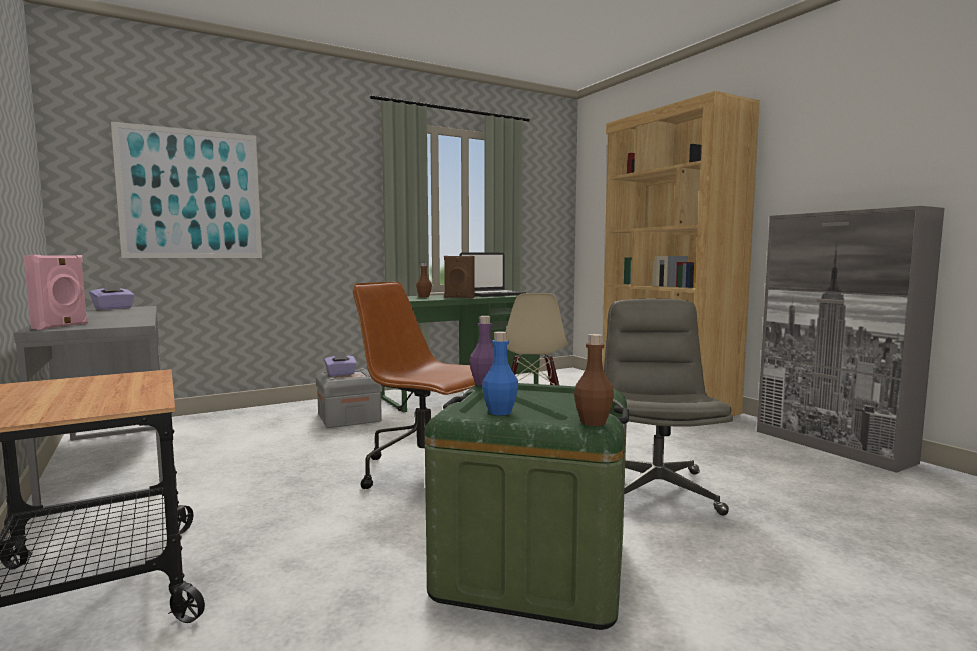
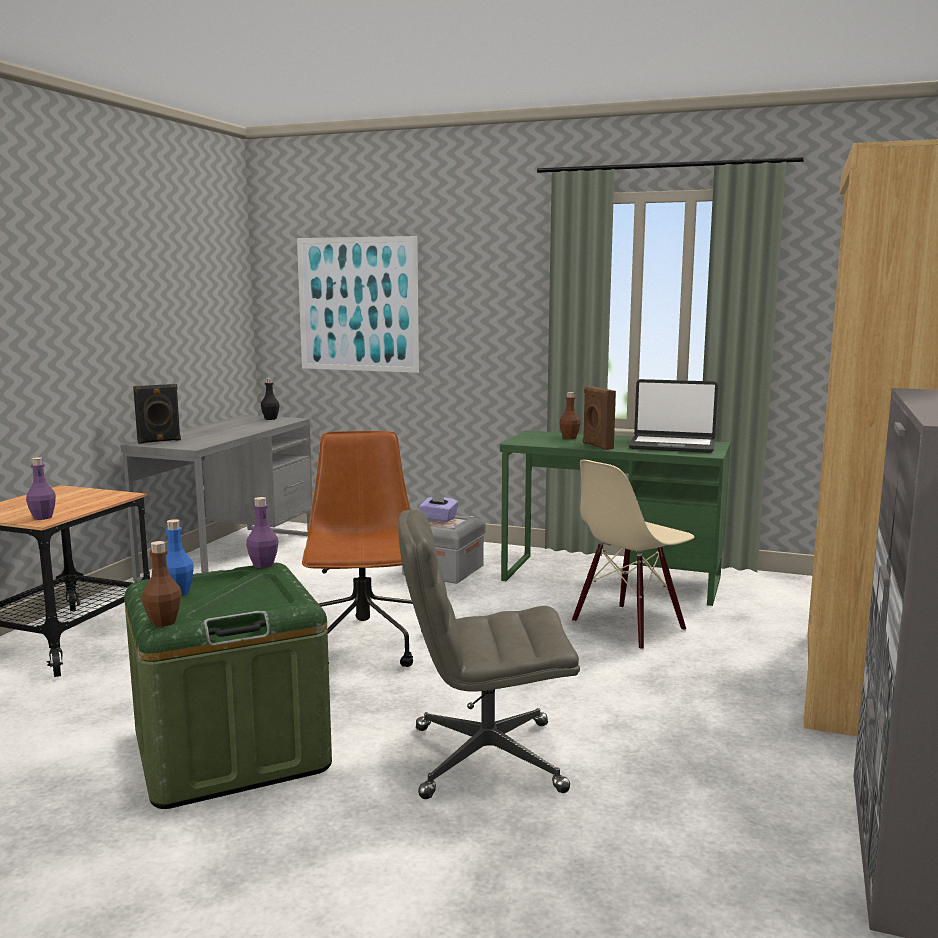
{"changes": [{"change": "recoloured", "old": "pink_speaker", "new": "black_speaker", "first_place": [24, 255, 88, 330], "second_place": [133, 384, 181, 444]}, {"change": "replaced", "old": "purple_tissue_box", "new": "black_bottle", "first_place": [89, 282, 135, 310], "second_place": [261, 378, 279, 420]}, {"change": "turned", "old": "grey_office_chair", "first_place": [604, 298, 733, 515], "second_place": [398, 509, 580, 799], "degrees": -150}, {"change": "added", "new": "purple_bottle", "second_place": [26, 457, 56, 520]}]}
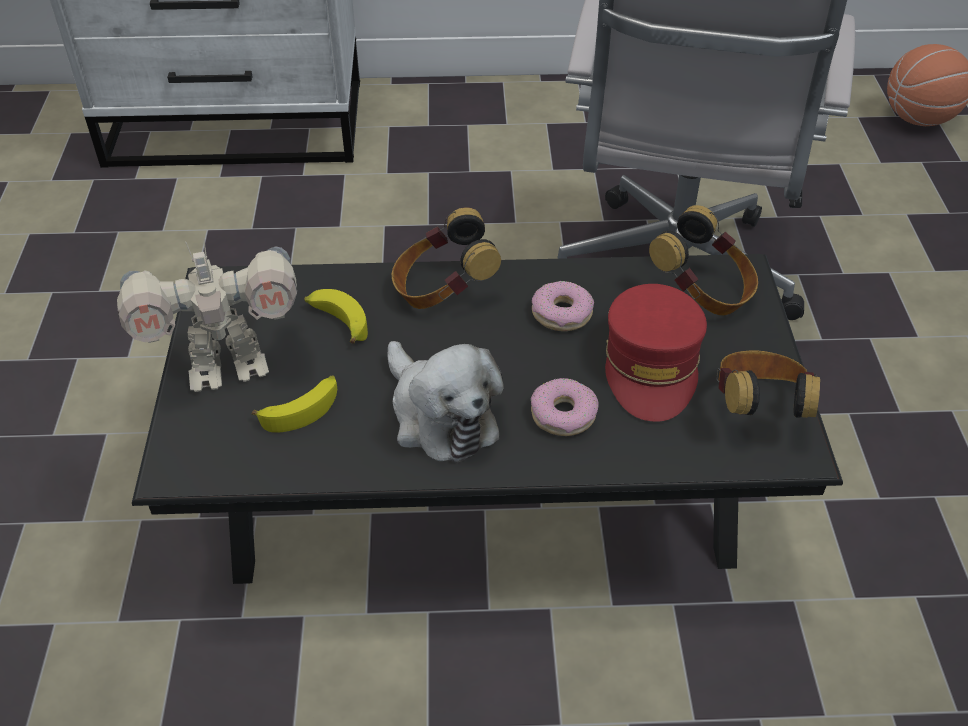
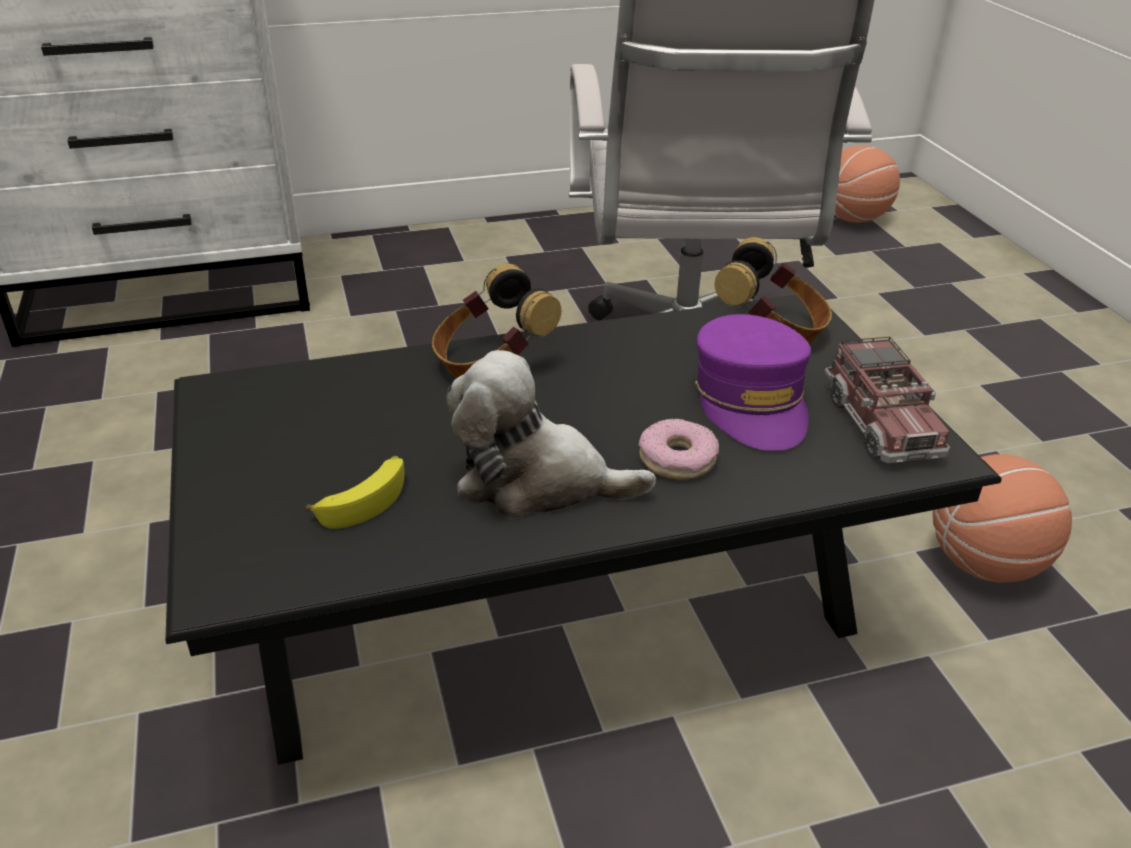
{"changes": [{"change": "removed", "old": "toy_robot", "first_place": [117, 238, 297, 392]}, {"change": "removed", "old": "donut", "first_place": [532, 281, 594, 331]}, {"change": "recoloured", "old": "red_cap", "new": "purple_cap", "first_place": [605, 284, 707, 422], "second_place": [695, 314, 811, 451]}, {"change": "removed", "old": "banana", "first_place": [304, 289, 368, 344]}, {"change": "turned", "old": "plush_toy", "first_place": [387, 341, 504, 463], "second_place": [447, 350, 656, 518], "degrees": 150}, {"change": "replaced", "old": "headphones", "new": "toy_truck", "first_place": [717, 351, 820, 418], "second_place": [824, 337, 950, 463]}, {"change": "added", "new": "basketball", "second_place": [933, 454, 1072, 582]}]}
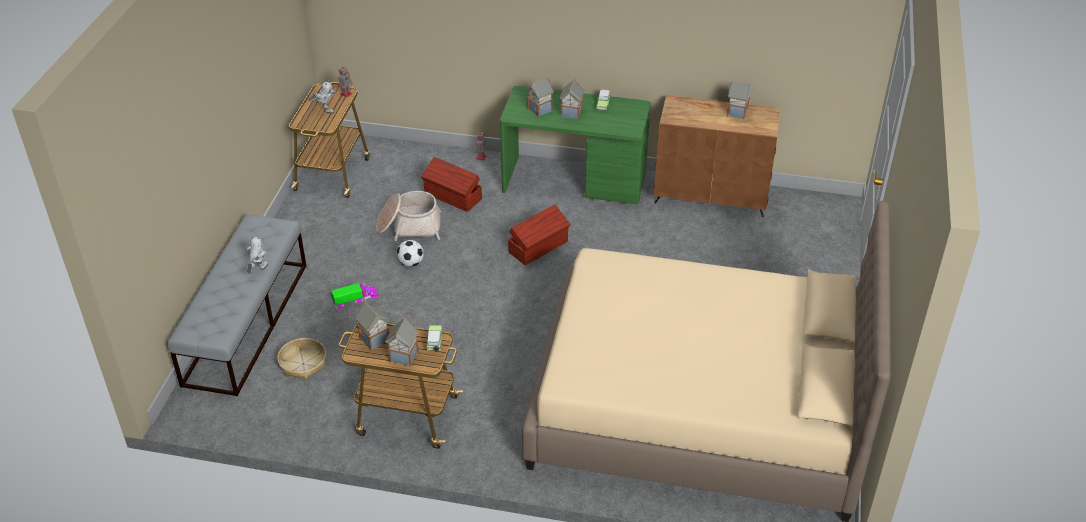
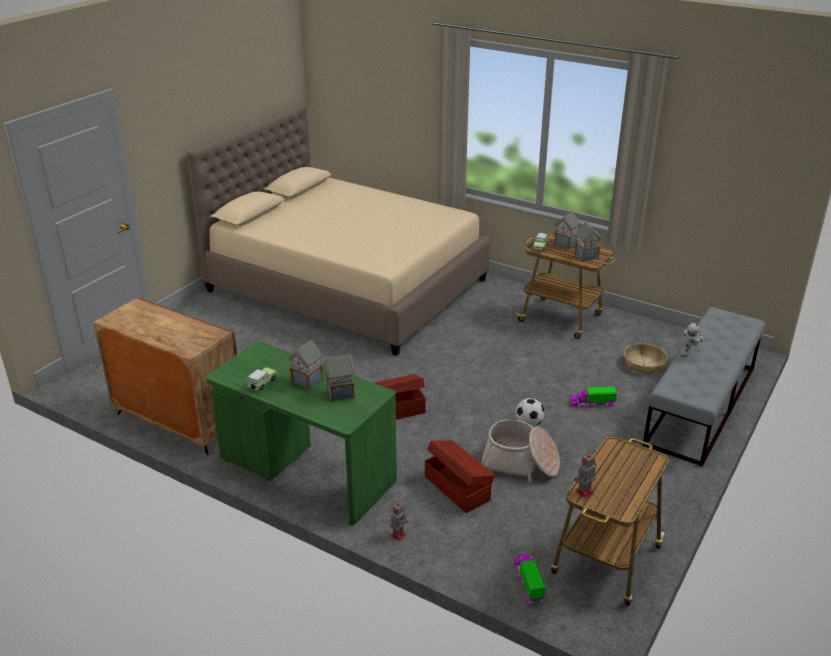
{"changes": [{"change": "removed", "old": "toy_robot", "first_place": [309, 80, 336, 114]}, {"change": "removed", "old": "toy_house", "first_place": [726, 80, 753, 120]}, {"change": "added", "new": "toy_truck", "second_place": [514, 554, 546, 604]}]}
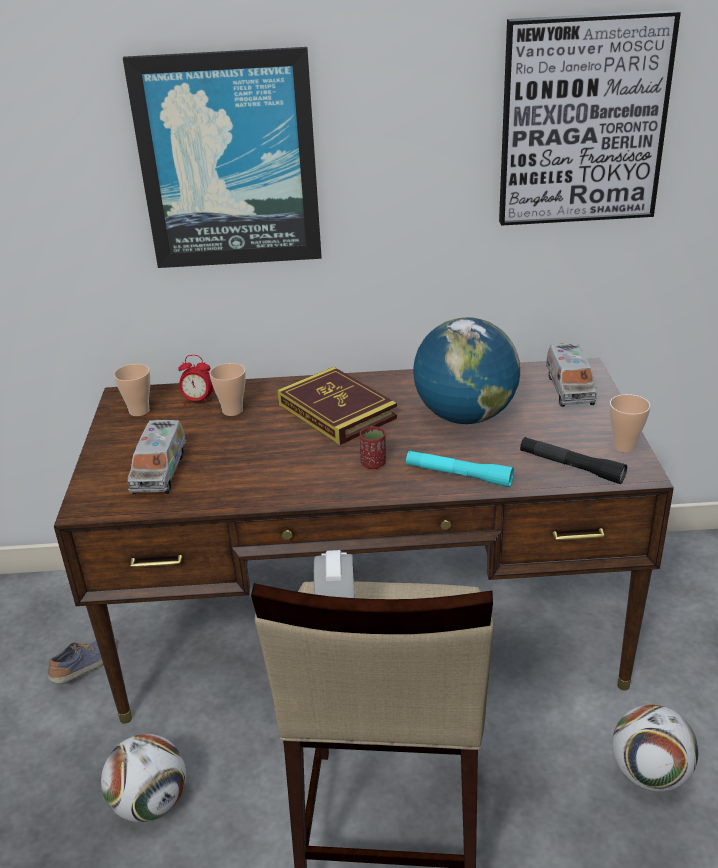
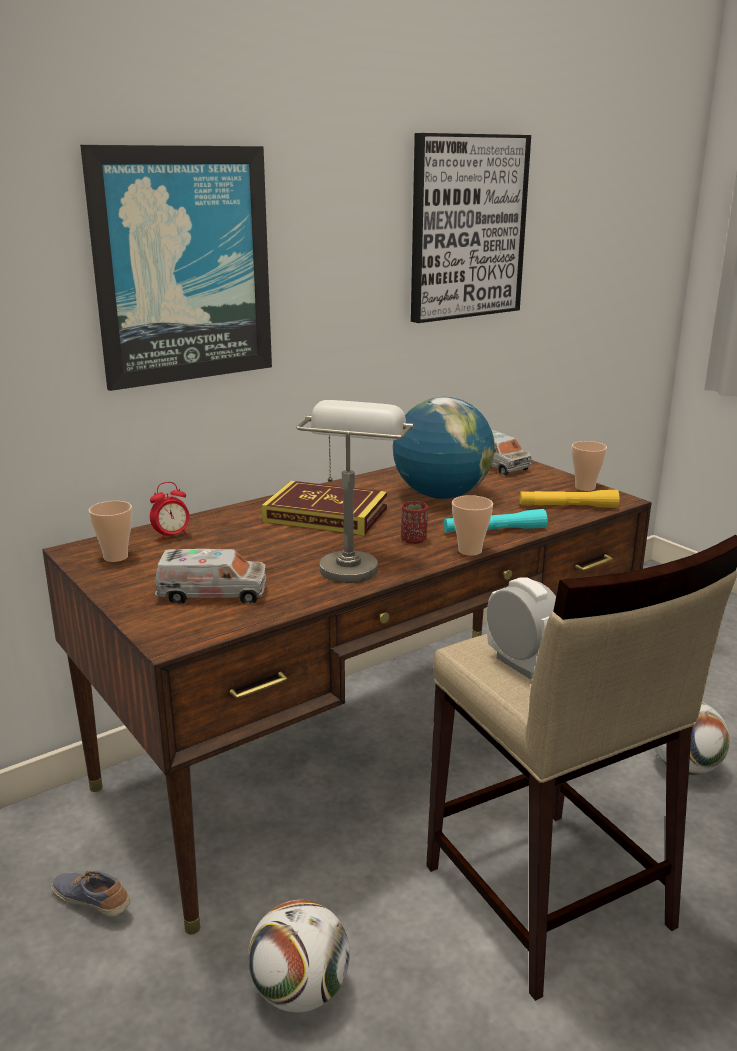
{"changes": [{"change": "moved", "old": "cup", "first_place": [210, 363, 246, 416], "second_place": [452, 495, 493, 556]}, {"change": "turned", "old": "toy_truck", "first_place": [128, 420, 186, 494], "second_place": [155, 549, 266, 604], "degrees": -60}, {"change": "recoloured", "old": "black_flashlight", "new": "yellow_flashlight", "first_place": [520, 437, 627, 484], "second_place": [520, 490, 619, 508]}, {"change": "turned", "old": "shoe", "first_place": [48, 641, 117, 683], "second_place": [51, 870, 131, 917], "degrees": -60}, {"change": "added", "new": "grey_table_lamp", "second_place": [297, 400, 414, 583]}]}
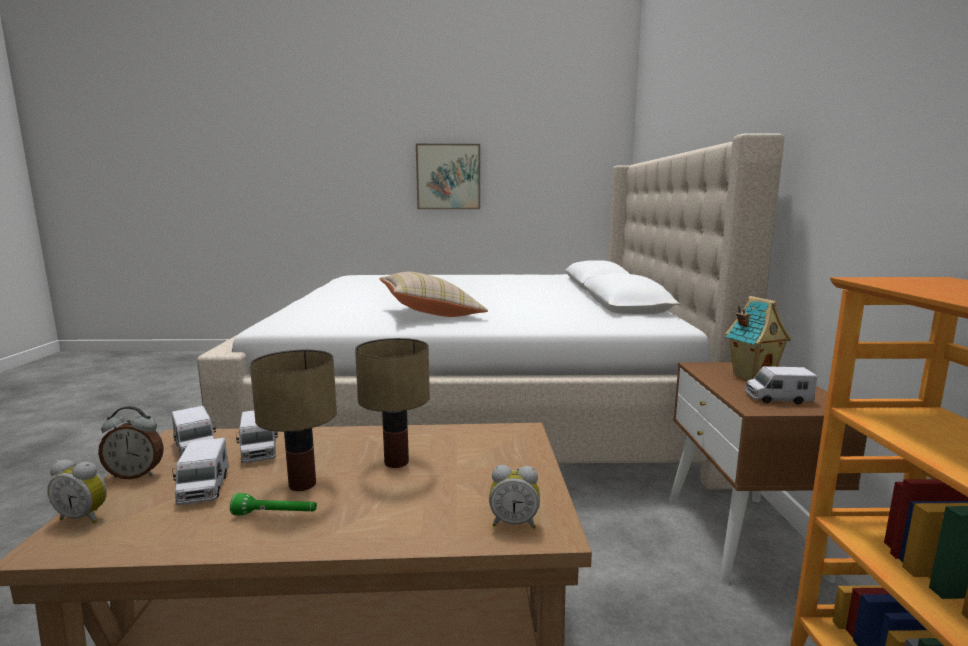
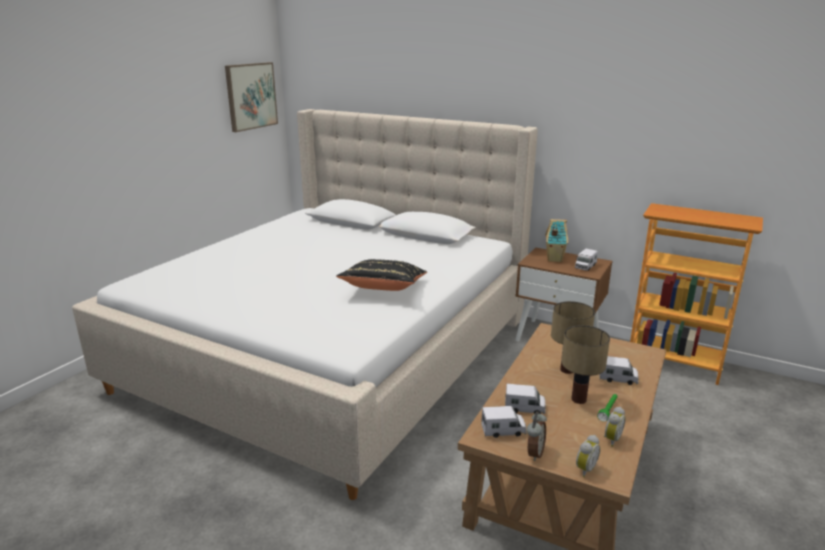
{"changes": [{"change": "moved", "old": "picture", "first_place": [416, 144, 480, 209], "second_place": [225, 62, 278, 132]}, {"change": "recoloured", "old": "beige_pillow", "new": "black_pillow", "first_place": [379, 272, 488, 317], "second_place": [336, 259, 427, 291]}, {"change": "moved", "old": "toy_truck", "first_place": [172, 438, 229, 505], "second_place": [599, 356, 639, 385]}, {"change": "moved", "old": "alarm_clock", "first_place": [489, 465, 540, 529], "second_place": [604, 407, 625, 447]}]}
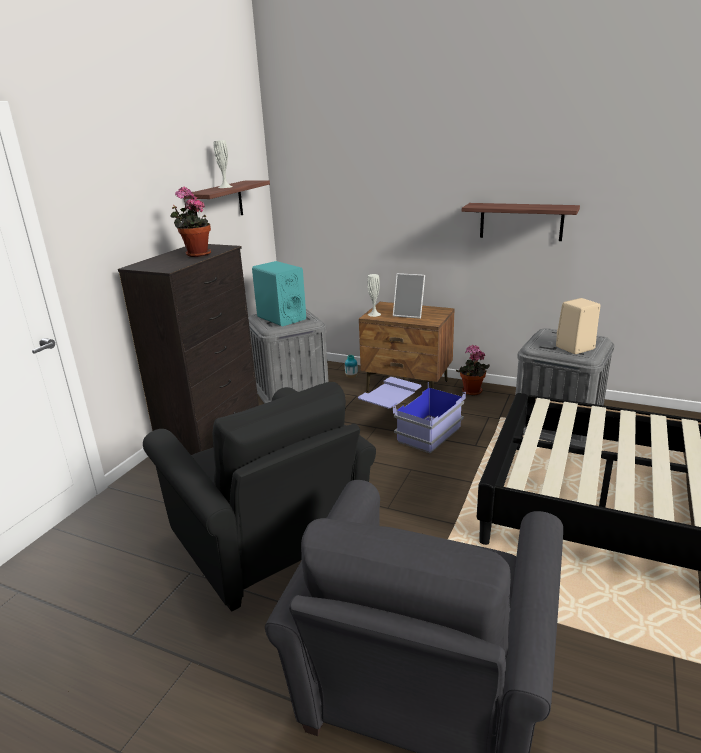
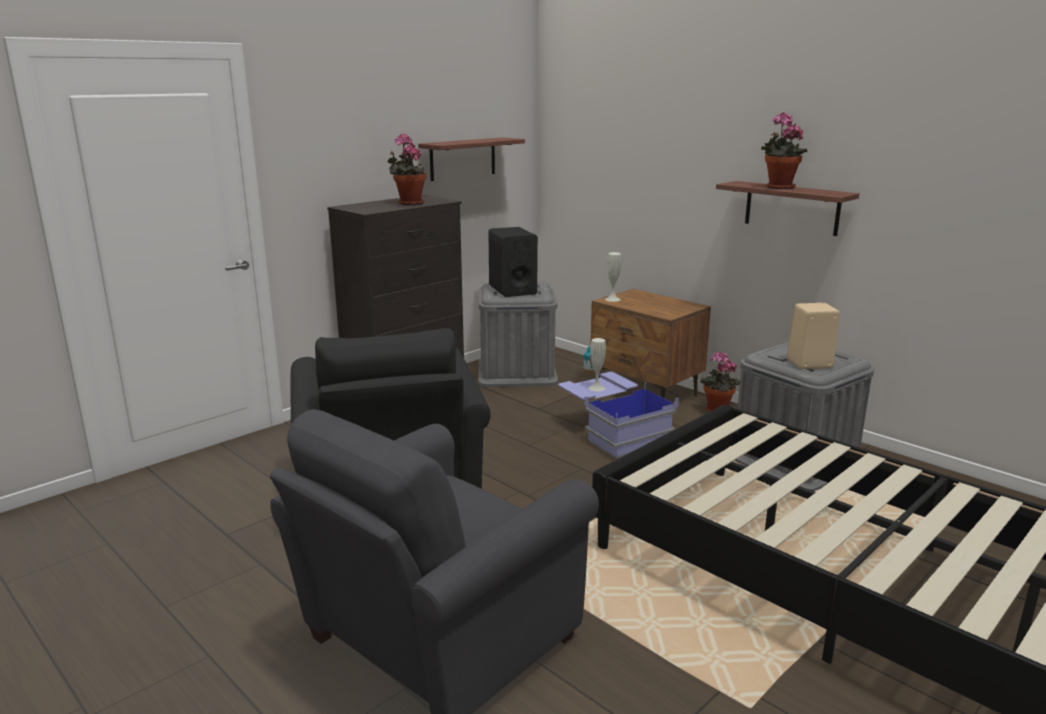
{"changes": [{"change": "moved", "old": "white_vase", "first_place": [214, 140, 233, 188], "second_place": [588, 338, 606, 392]}, {"change": "recoloured", "old": "turquoise_speaker", "new": "black_speaker", "first_place": [252, 261, 306, 326], "second_place": [488, 227, 538, 297]}, {"change": "removed", "old": "picture_frame", "first_place": [393, 273, 425, 319]}, {"change": "added", "new": "potted_plant", "second_place": [761, 112, 807, 189]}]}
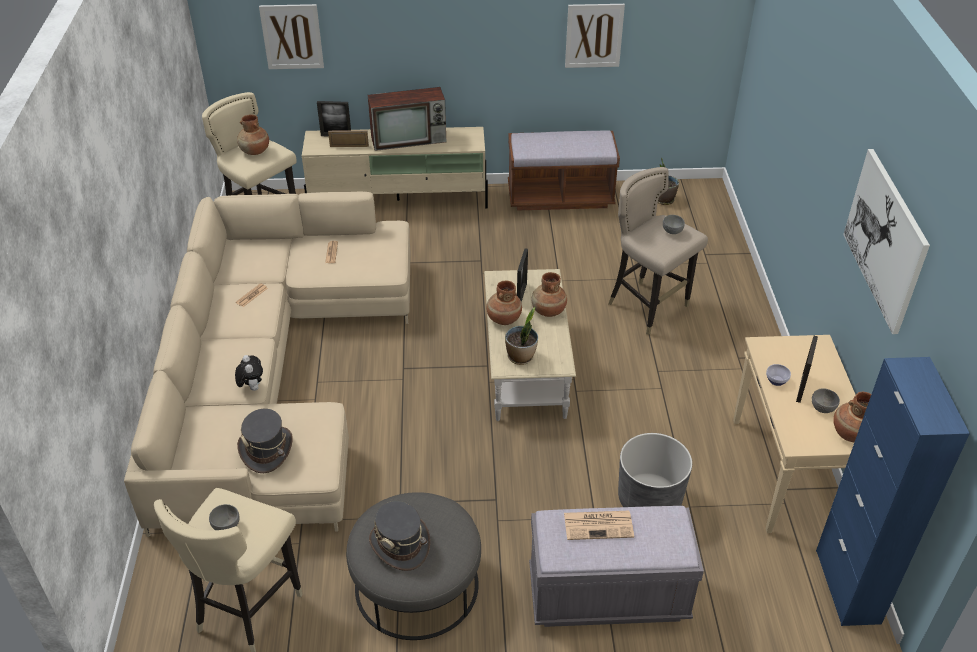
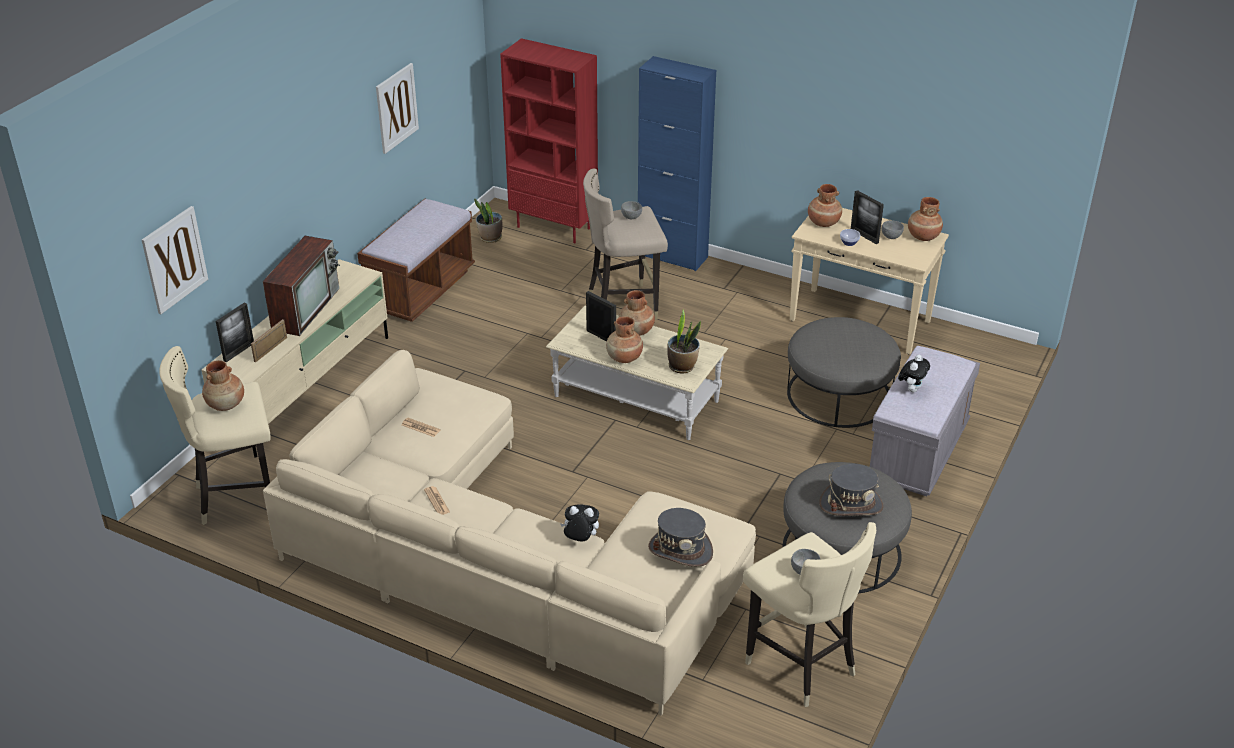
{"changes": [{"change": "removed", "old": "picture", "first_place": [843, 149, 930, 334]}, {"change": "moved", "old": "blue_cabinet", "first_place": [816, 357, 970, 626], "second_place": [638, 56, 716, 271]}, {"change": "replaced", "old": "grey_planter", "new": "grey_ottoman", "first_place": [618, 433, 692, 507], "second_place": [787, 317, 901, 428]}, {"change": "replaced", "old": "newspaper", "new": "plush_toy", "first_place": [564, 511, 634, 540], "second_place": [898, 355, 930, 392]}, {"change": "added", "new": "red_bookcase", "second_place": [500, 38, 598, 243]}, {"change": "added", "new": "brown_vase", "second_place": [808, 184, 842, 227]}]}
